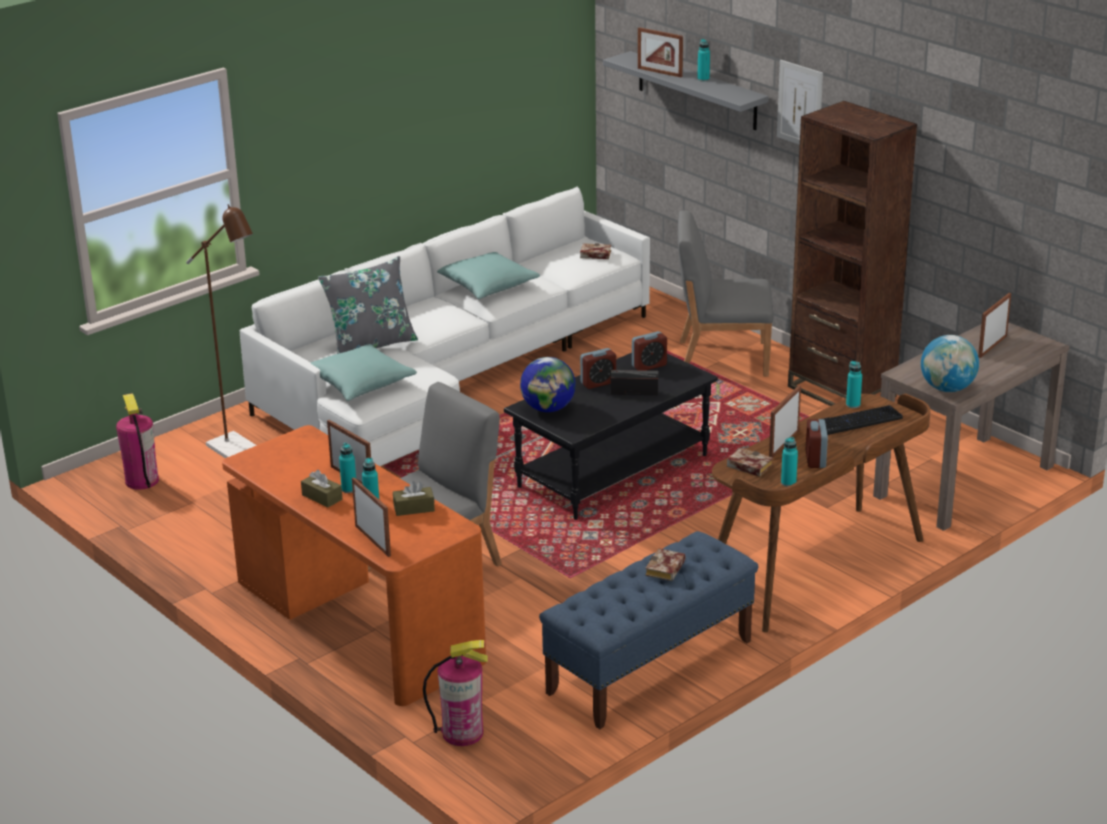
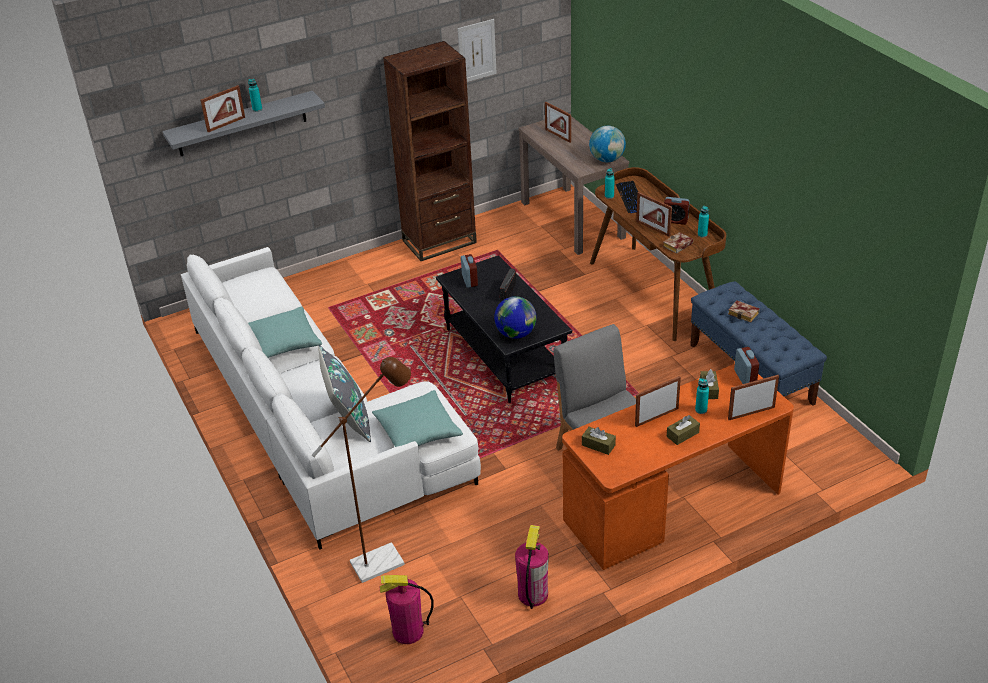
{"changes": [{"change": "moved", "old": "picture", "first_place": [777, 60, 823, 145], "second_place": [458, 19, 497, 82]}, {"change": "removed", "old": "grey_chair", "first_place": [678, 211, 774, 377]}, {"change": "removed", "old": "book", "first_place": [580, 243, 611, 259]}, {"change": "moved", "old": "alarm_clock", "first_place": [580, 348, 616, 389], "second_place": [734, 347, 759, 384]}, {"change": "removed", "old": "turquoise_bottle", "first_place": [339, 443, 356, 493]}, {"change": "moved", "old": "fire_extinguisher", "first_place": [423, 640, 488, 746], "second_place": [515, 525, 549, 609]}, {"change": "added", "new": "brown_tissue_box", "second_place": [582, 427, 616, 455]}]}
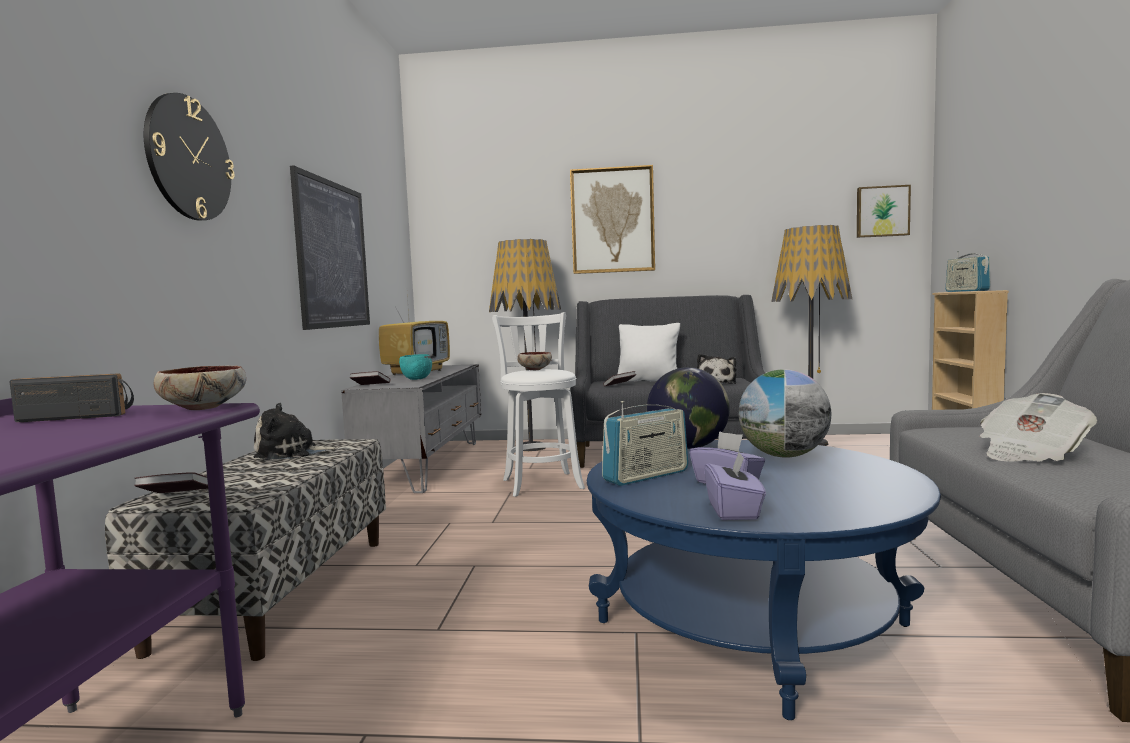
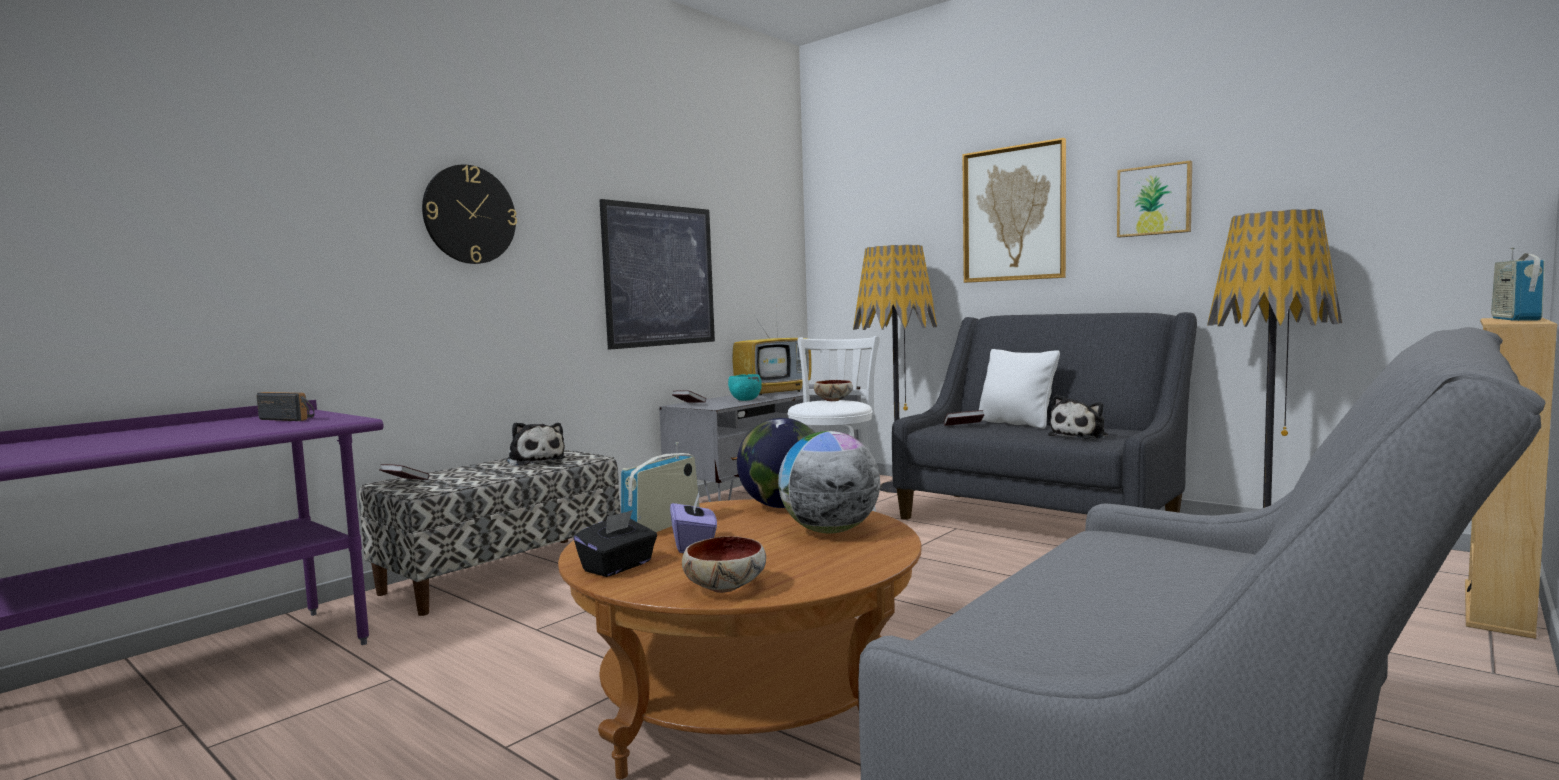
{"changes": [{"change": "moved", "old": "picture", "first_place": [857, 185, 911, 238], "second_place": [1117, 161, 1192, 238]}, {"change": "moved", "old": "bowl", "first_place": [154, 366, 246, 410], "second_place": [682, 536, 766, 593]}, {"change": "removed", "old": "newspaper", "first_place": [980, 393, 1097, 462]}, {"change": "turned", "old": "radio", "first_place": [602, 401, 688, 486], "second_place": [621, 442, 700, 532], "degrees": 120}, {"change": "turned", "old": "plush_toy", "first_place": [253, 403, 339, 460], "second_place": [506, 422, 565, 466], "degrees": -150}, {"change": "recoloured", "old": "blue_coffee_table", "new": "brown_coffee_table", "first_place": [587, 440, 941, 720], "second_place": [558, 499, 922, 779]}, {"change": "recoloured", "old": "purple_tissue_box", "new": "black_tissue_box", "first_place": [704, 452, 766, 520], "second_place": [574, 510, 657, 577]}]}
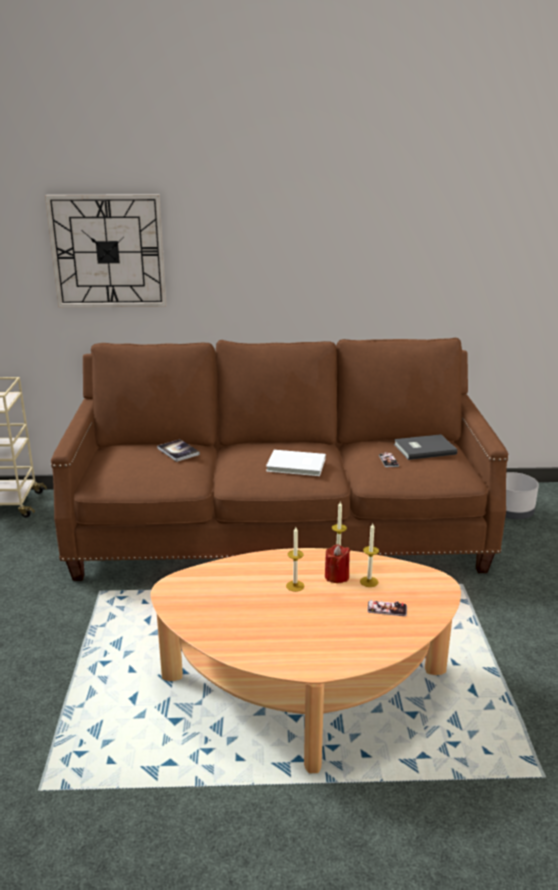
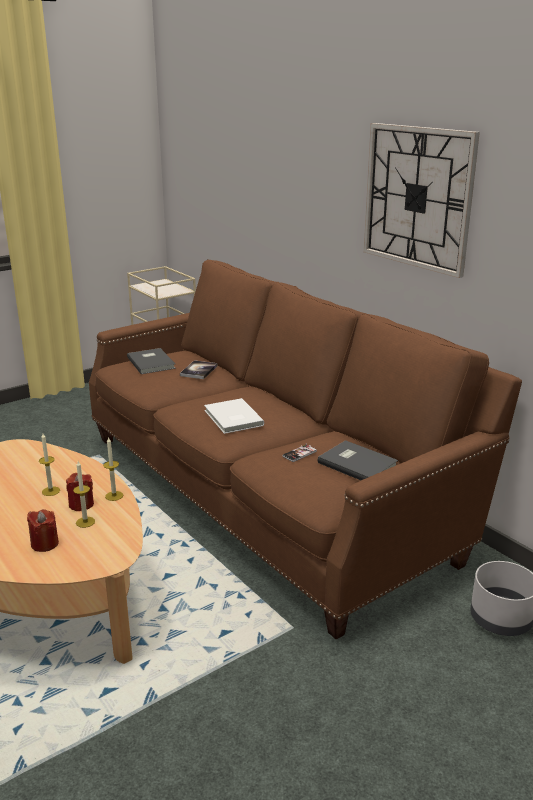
{"changes": [{"change": "moved", "old": "wall_clock", "first_place": [45, 194, 166, 307], "second_place": [364, 123, 480, 278]}, {"change": "replaced", "old": "phone", "new": "red_candle", "first_place": [367, 600, 407, 616], "second_place": [27, 509, 59, 552]}, {"change": "added", "new": "grey_book", "second_place": [127, 348, 176, 374]}]}
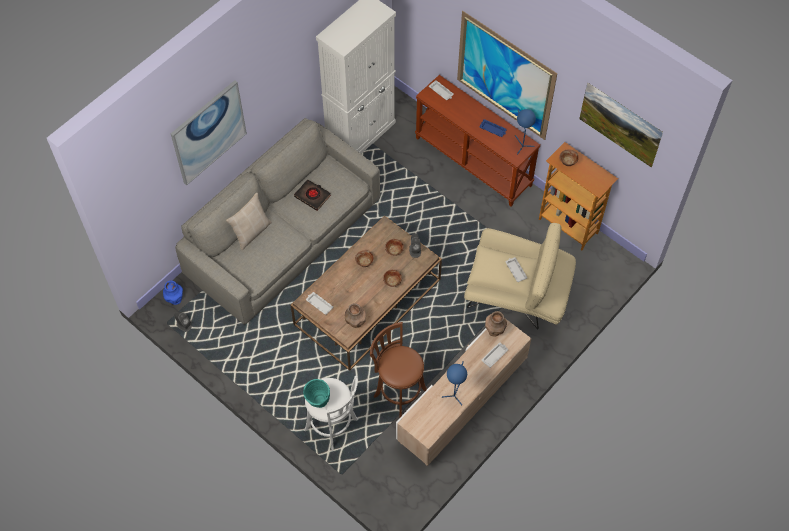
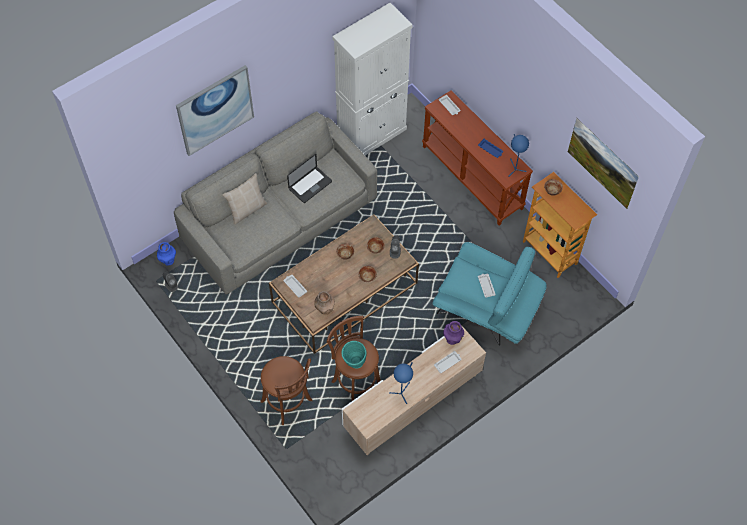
{"changes": [{"change": "removed", "old": "picture", "first_place": [457, 11, 557, 140]}, {"change": "replaced", "old": "black_book", "new": "laptop", "first_place": [294, 179, 331, 211], "second_place": [287, 154, 332, 203]}, {"change": "recoloured", "old": "beige_armchair", "new": "turquoise_armchair", "first_place": [464, 223, 576, 329], "second_place": [432, 242, 547, 346]}, {"change": "recoloured", "old": "brown_vase", "new": "purple_vase", "first_place": [485, 311, 507, 337], "second_place": [443, 321, 464, 345]}, {"change": "recoloured", "old": "white_stool", "new": "brown_stool", "first_place": [304, 376, 358, 451], "second_place": [260, 356, 313, 425]}, {"change": "moved", "old": "turquoise_vase", "first_place": [303, 379, 330, 408], "second_place": [342, 341, 367, 369]}]}
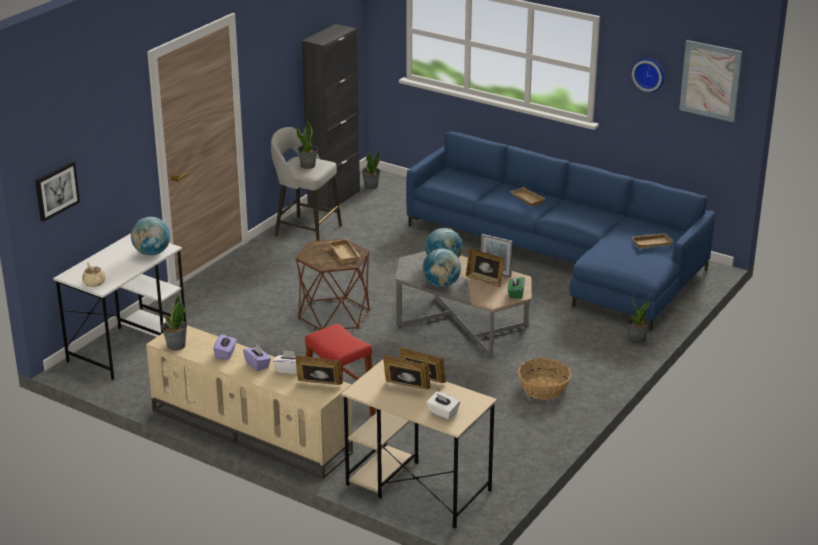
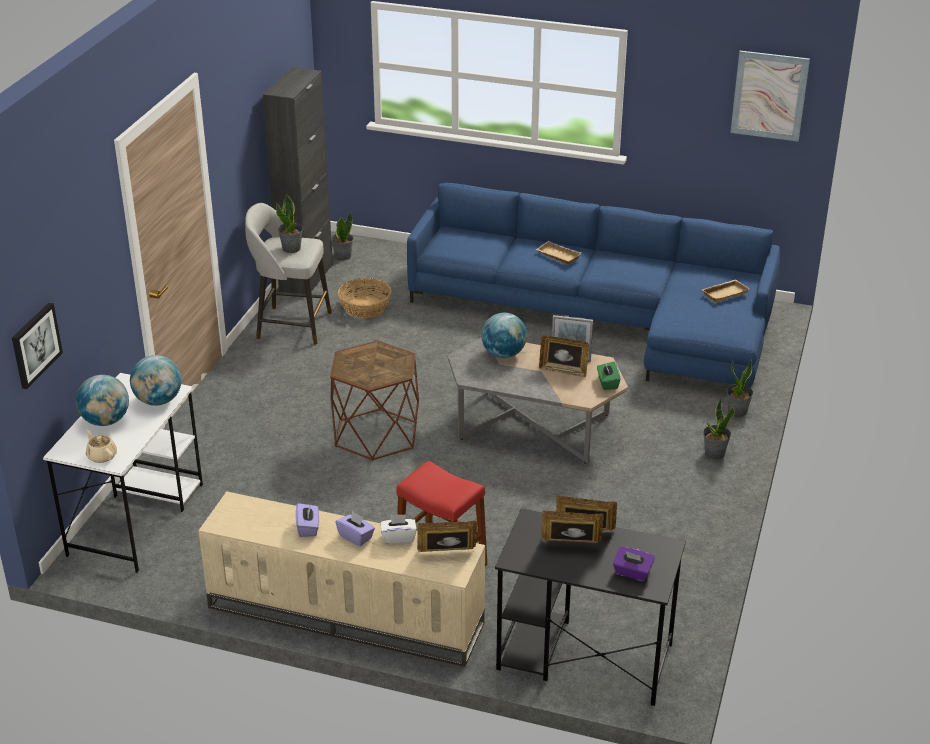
{"changes": [{"change": "removed", "old": "wall_clock", "first_place": [632, 58, 665, 92]}, {"change": "removed", "old": "beige_tray", "first_place": [329, 239, 360, 263]}, {"change": "moved", "old": "globe", "first_place": [423, 248, 461, 287], "second_place": [76, 375, 129, 426]}, {"change": "moved", "old": "potted_plant", "first_place": [161, 294, 187, 350], "second_place": [703, 398, 735, 459]}, {"change": "moved", "old": "basket", "first_place": [518, 358, 571, 400], "second_place": [338, 278, 391, 318]}, {"change": "recoloured", "old": "beige_desk", "new": "black_desk", "first_place": [341, 359, 497, 528], "second_place": [495, 508, 686, 706]}, {"change": "recoloured", "old": "white_tissue_box", "new": "purple_tissue_box", "first_place": [427, 392, 460, 420], "second_place": [613, 547, 655, 581]}]}
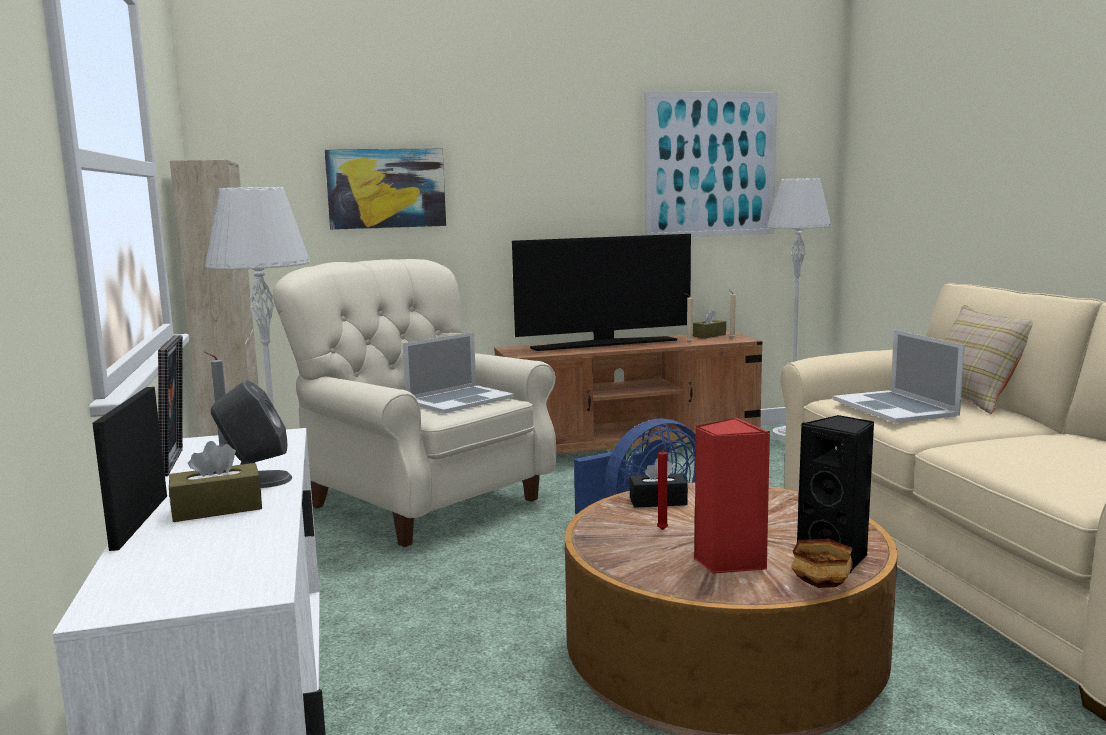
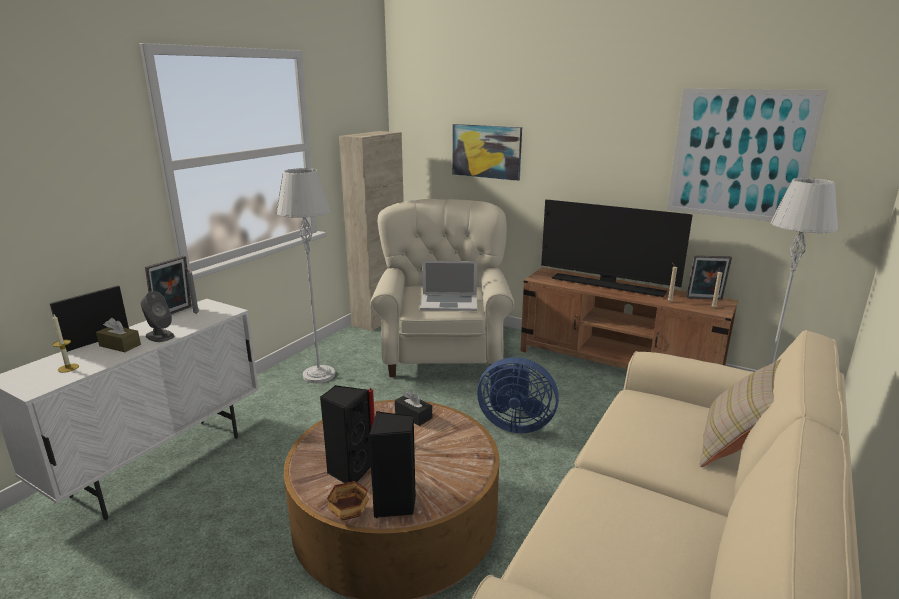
{"changes": [{"change": "replaced", "old": "brown_tissue_box", "new": "picture_frame", "first_place": [693, 309, 726, 338], "second_place": [686, 255, 732, 300]}, {"change": "removed", "old": "laptop", "first_place": [833, 330, 965, 423]}, {"change": "recoloured", "old": "red_speaker", "new": "black_speaker", "first_place": [694, 418, 771, 574], "second_place": [320, 385, 371, 483]}, {"change": "added", "new": "candle", "second_place": [52, 315, 79, 373]}]}
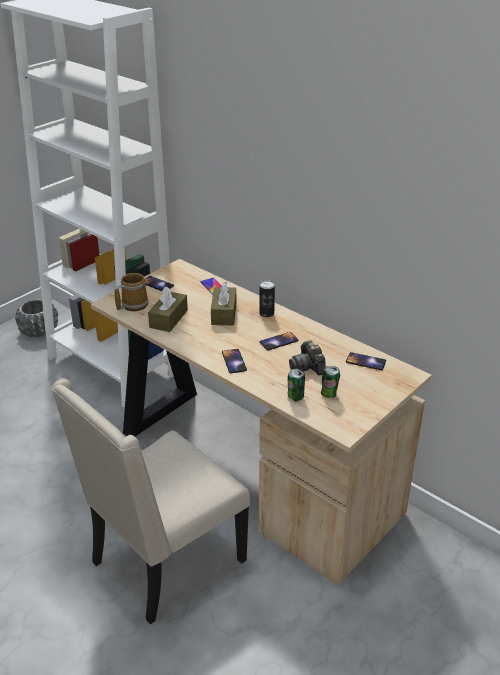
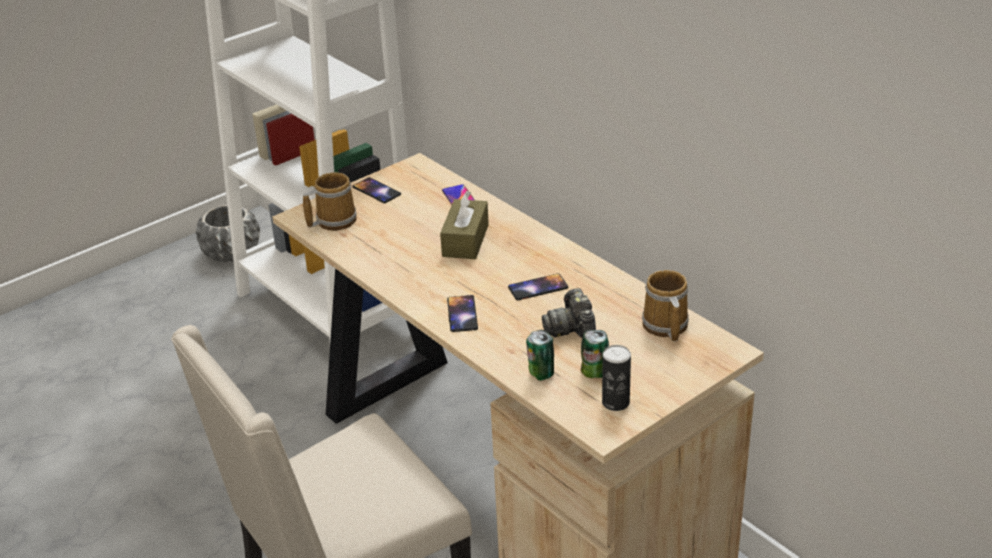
{"changes": [{"change": "moved", "old": "can", "first_place": [259, 280, 275, 317], "second_place": [602, 345, 631, 411]}, {"change": "removed", "old": "brown_tissue_box", "first_place": [148, 287, 188, 332]}, {"change": "replaced", "old": "phone", "new": "mug", "first_place": [346, 352, 386, 370], "second_place": [642, 270, 689, 342]}]}
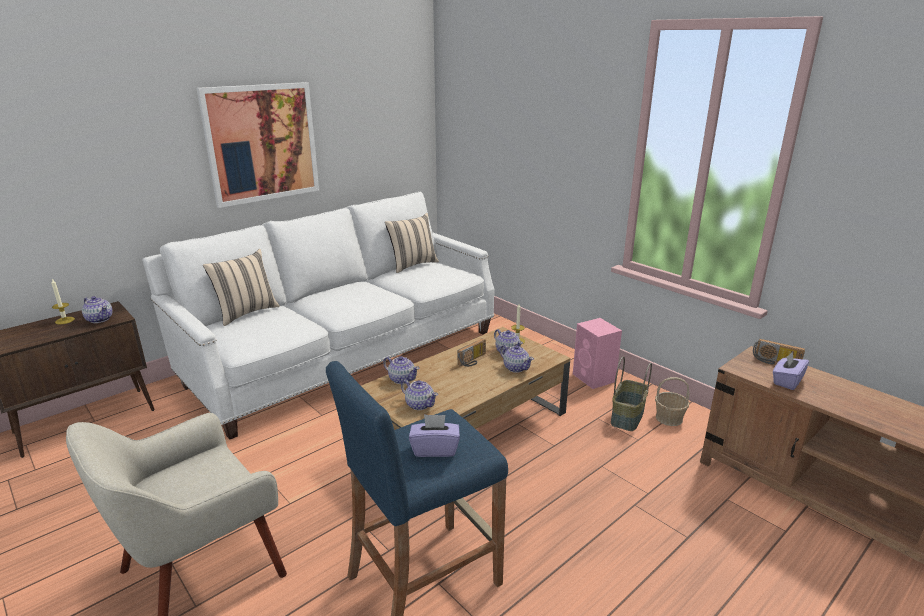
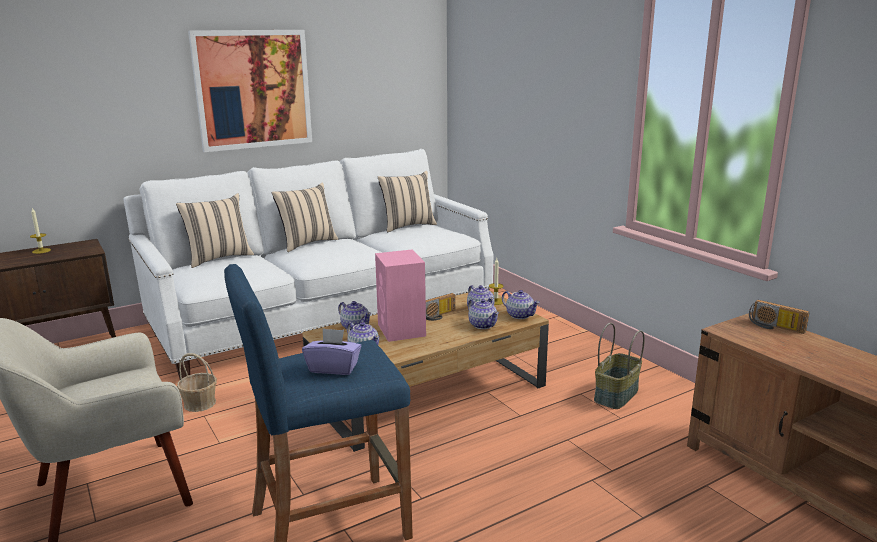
{"changes": [{"change": "moved", "old": "teapot", "first_place": [82, 296, 113, 323], "second_place": [502, 290, 540, 319]}, {"change": "moved", "old": "pink_speaker", "first_place": [573, 318, 622, 389], "second_place": [375, 249, 426, 342]}, {"change": "removed", "old": "purple_tissue_box", "first_place": [773, 351, 809, 390]}, {"change": "moved", "old": "basket", "first_place": [655, 377, 690, 426], "second_place": [177, 353, 217, 412]}, {"change": "added", "new": "beige_pillow", "second_place": [271, 182, 338, 252]}]}
